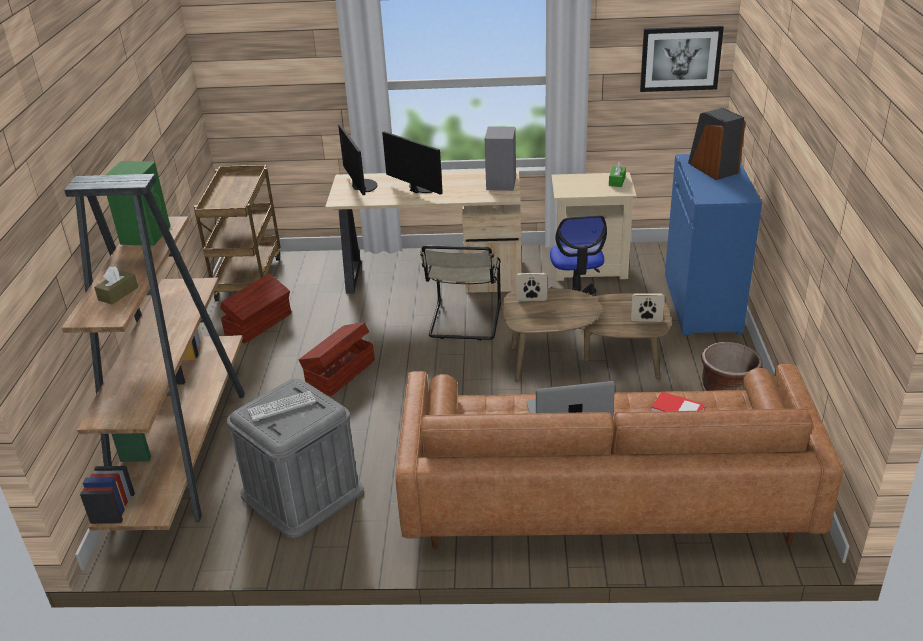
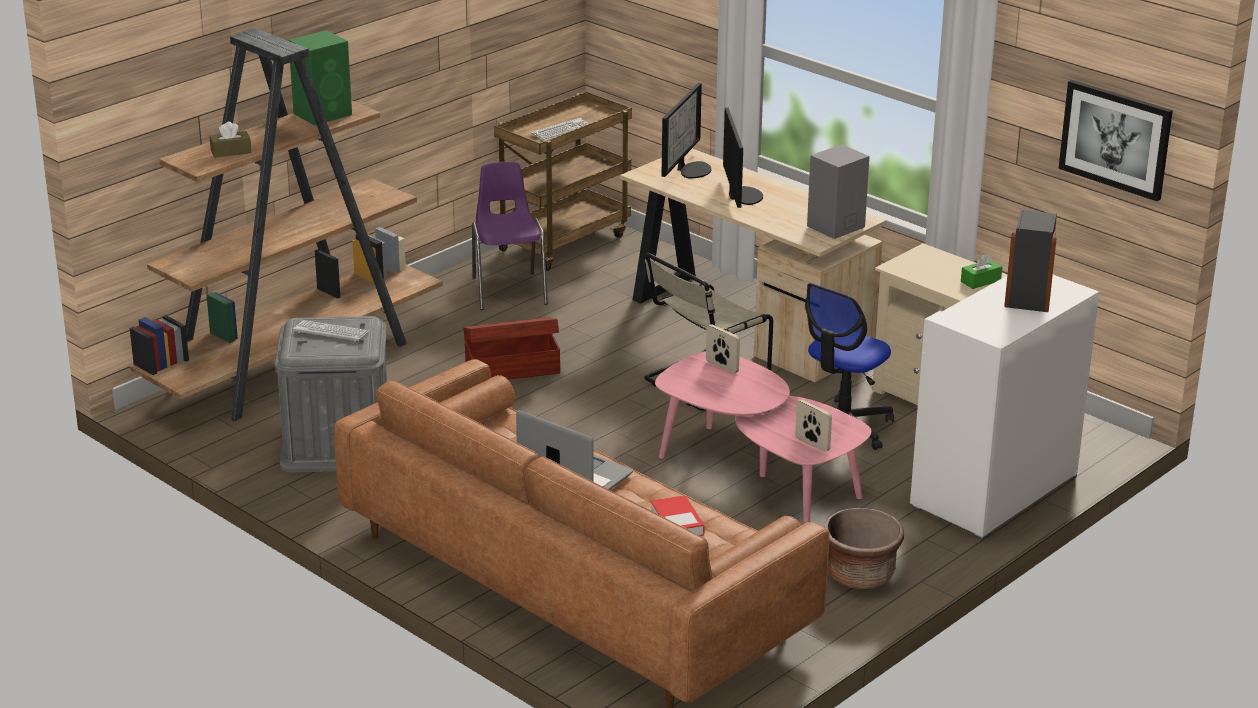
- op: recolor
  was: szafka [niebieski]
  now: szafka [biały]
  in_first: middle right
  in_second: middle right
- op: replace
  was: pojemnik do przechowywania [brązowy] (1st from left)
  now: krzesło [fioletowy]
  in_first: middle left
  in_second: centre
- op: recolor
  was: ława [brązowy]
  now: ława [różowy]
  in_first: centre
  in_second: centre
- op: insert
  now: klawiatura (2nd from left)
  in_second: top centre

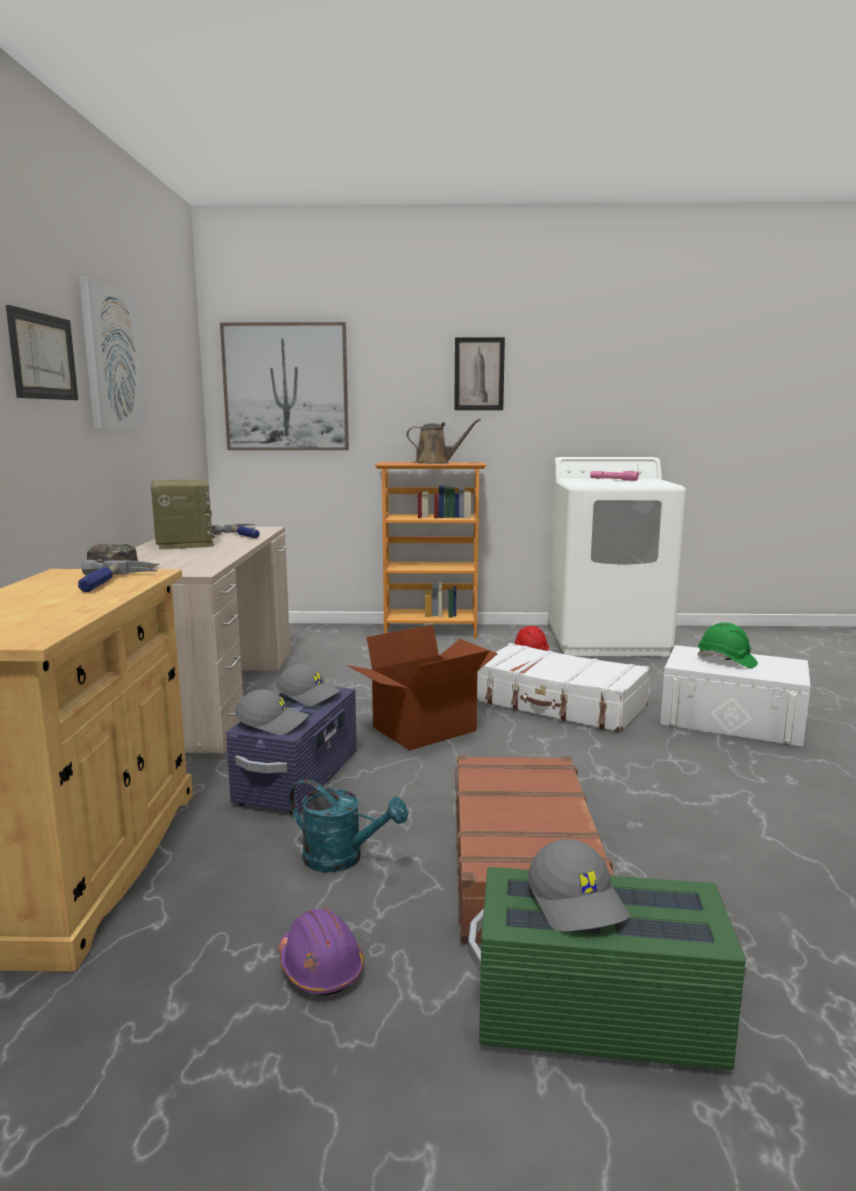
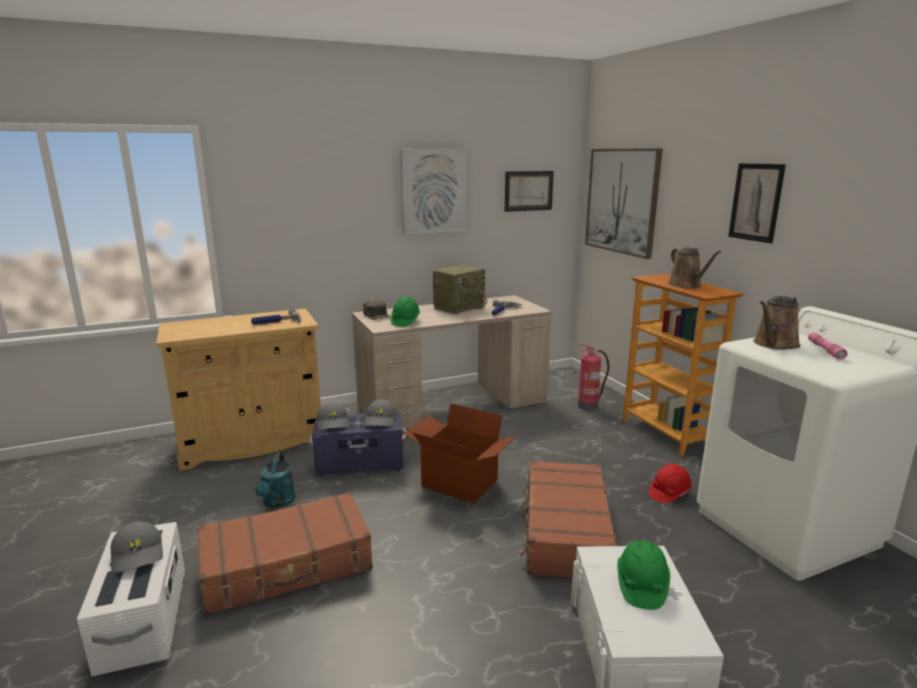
- op: move
  was: obraz (1st from left in the first image)
  now: obraz (2nd from left)
  in_first: top left
  in_second: top centre
- op: recolor
  was: walizka [biały]
  now: walizka [brązowy] (2nd from left)
  in_first: centre
  in_second: bottom centre
- op: rotate
  was: czapka z daszkiem [szary] (3rd from left in the first image)
  in_first: bottom right
  in_second: bottom left
  clockwise: -75
- op: recolor
  was: pojemnik do przechowywania [zielony]
  now: pojemnik do przechowywania [biały] (1st from left)
  in_first: bottom right
  in_second: bottom left
- op: delete
  was: kask [fioletowy]
  in_first: bottom centre
- op: insert
  now: konewka [brązowy] (2nd from left)
  in_second: middle right
- op: insert
  now: kask [zielony] (1st from left)
  in_second: centre
- op: insert
  now: gaśnica
  in_second: centre

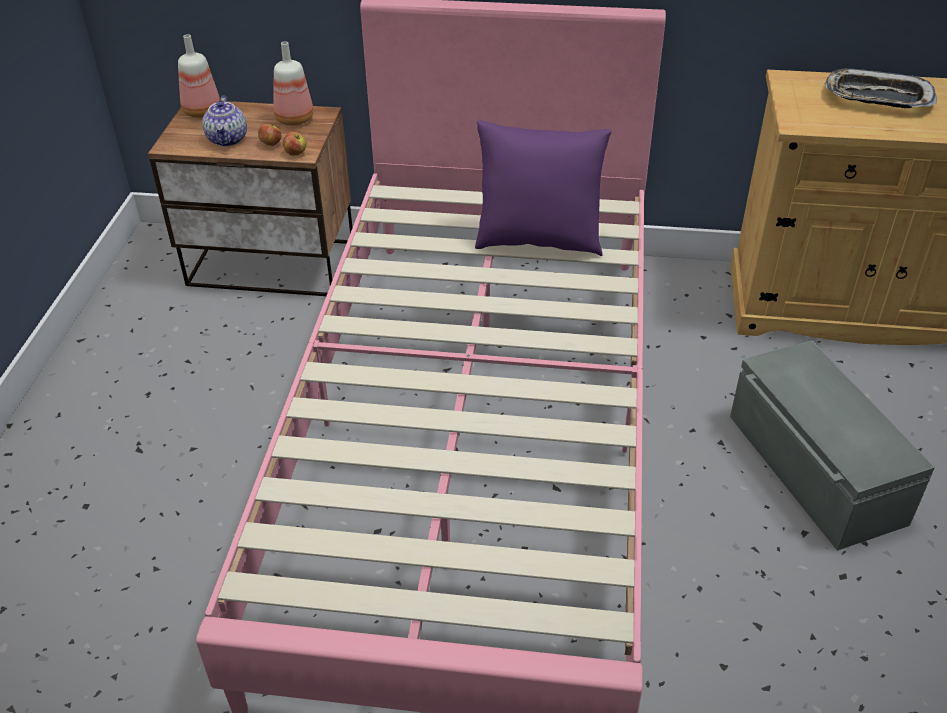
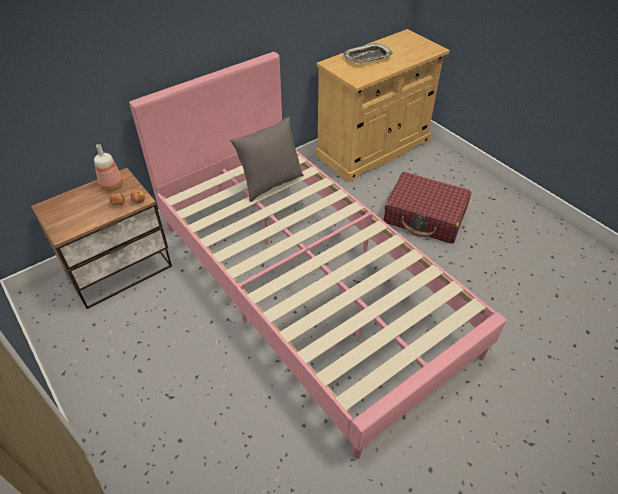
- op: delete
  was: butelka (1st from left)
  in_first: top left
- op: delete
  was: imbryk
  in_first: top left
- op: recolor
  was: poduszka [fioletowy]
  now: poduszka [szary]
  in_first: top centre
  in_second: top centre
- op: replace
  was: pojemnik do przechowywania [szary]
  now: walizka [czerwony]
  in_first: middle right
  in_second: middle right

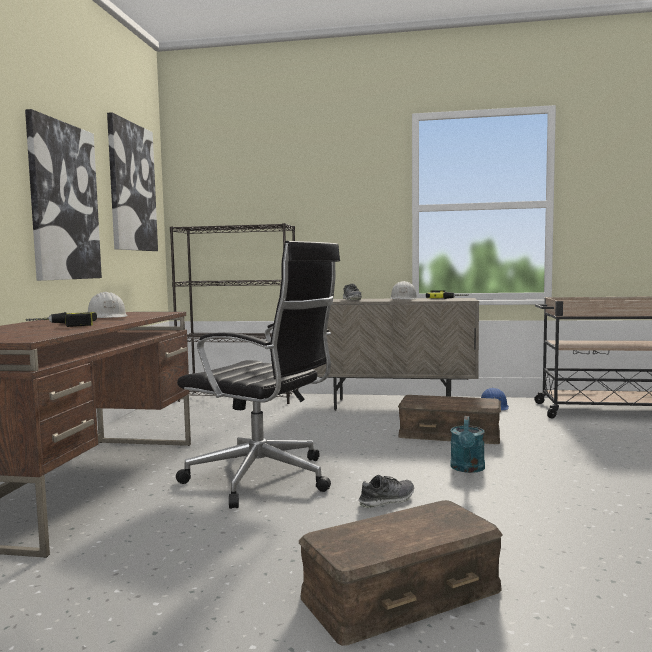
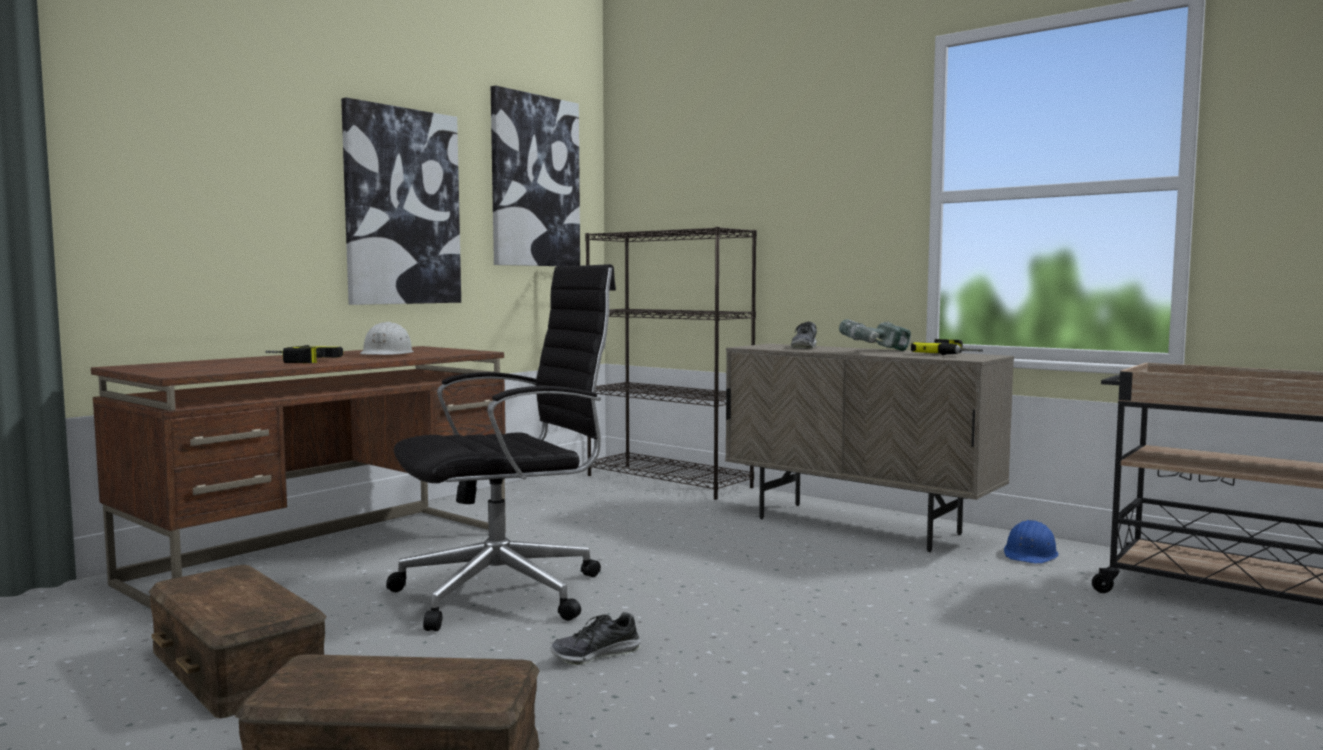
- op: rotate
  was: krzesło biurowe [czarny]
  in_first: centre
  in_second: centre
  clockwise: -90
- op: replace
  was: kask [biały] (2nd from left)
  now: wiertarka (2nd from left)
  in_first: centre
  in_second: centre
- op: move
  was: pojemnik do przechowywania [brązowy] (2nd from left in the first image)
  now: pojemnik do przechowywania [brązowy] (1st from left)
  in_first: middle right
  in_second: bottom left
- op: delete
  was: konewka [turkusowy]
  in_first: bottom right
- op: rotate
  was: but (2nd from left in the first image)
  in_first: bottom centre
  in_second: bottom centre
  clockwise: 150

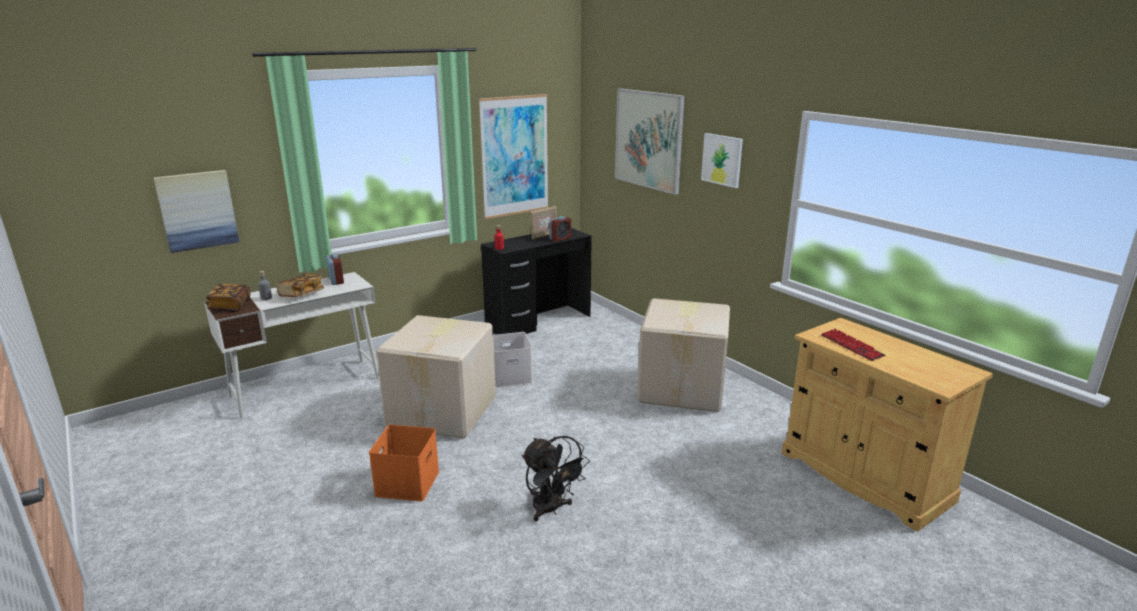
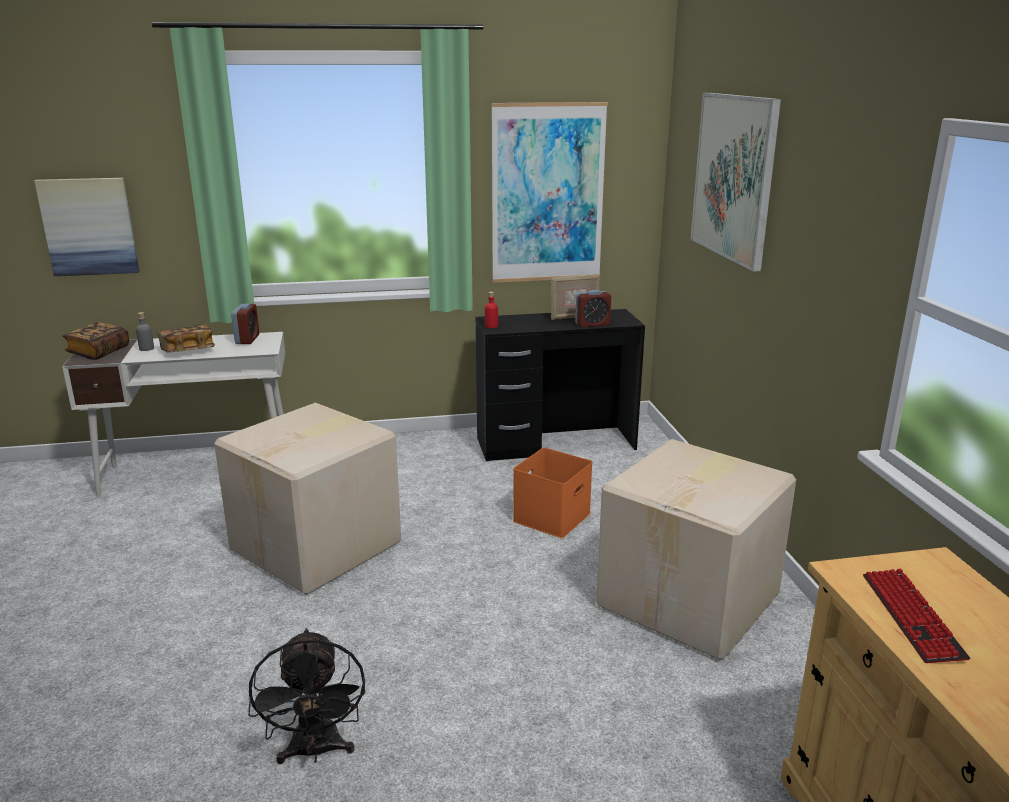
- op: delete
  was: obraz (4th from left)
  in_first: top centre
- op: delete
  was: pojemnik do przechowywania [biały]
  in_first: centre
- op: move
  was: pojemnik do przechowywania [pomarańczowy]
  in_first: bottom centre
  in_second: centre

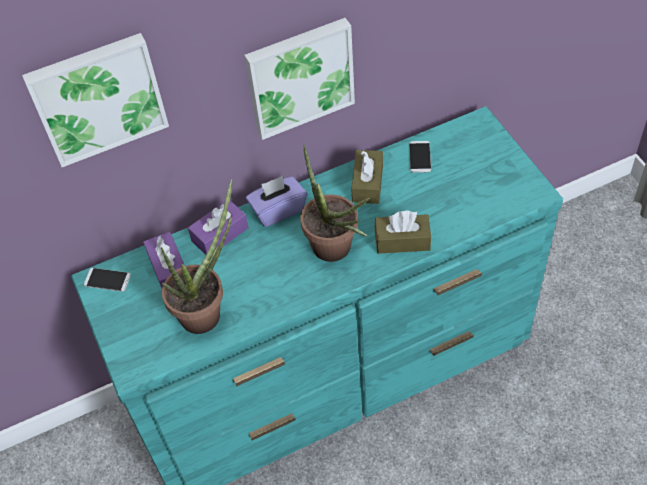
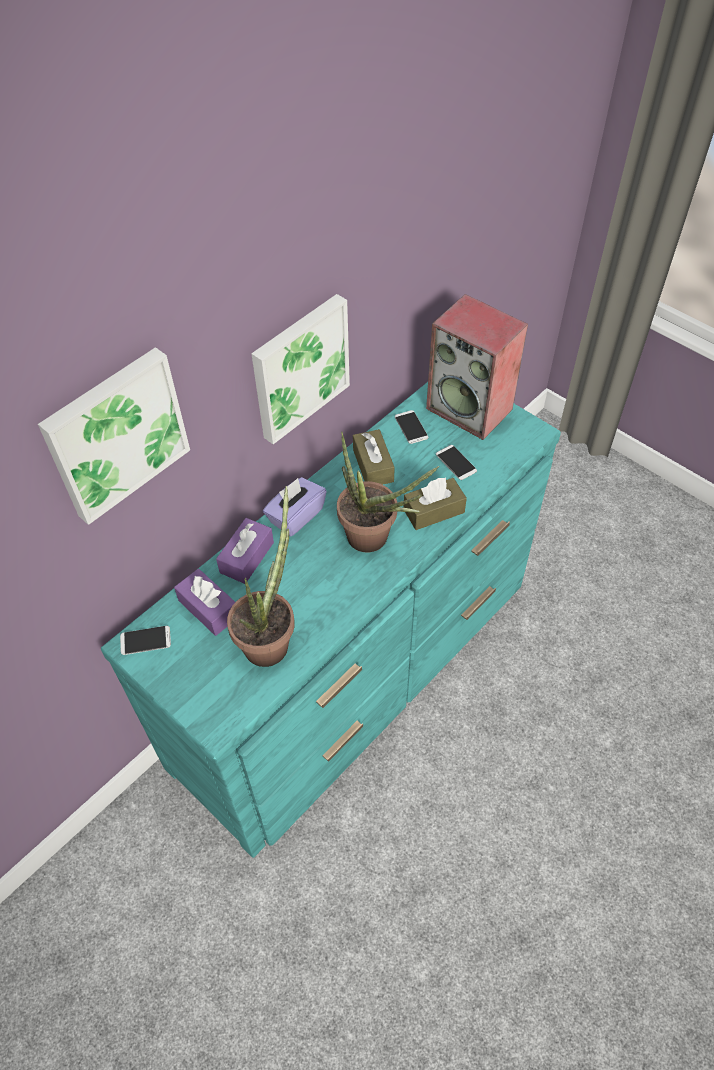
- op: insert
  now: głośnik
  in_second: middle right
- op: insert
  now: telefon (3rd from left)
  in_second: centre

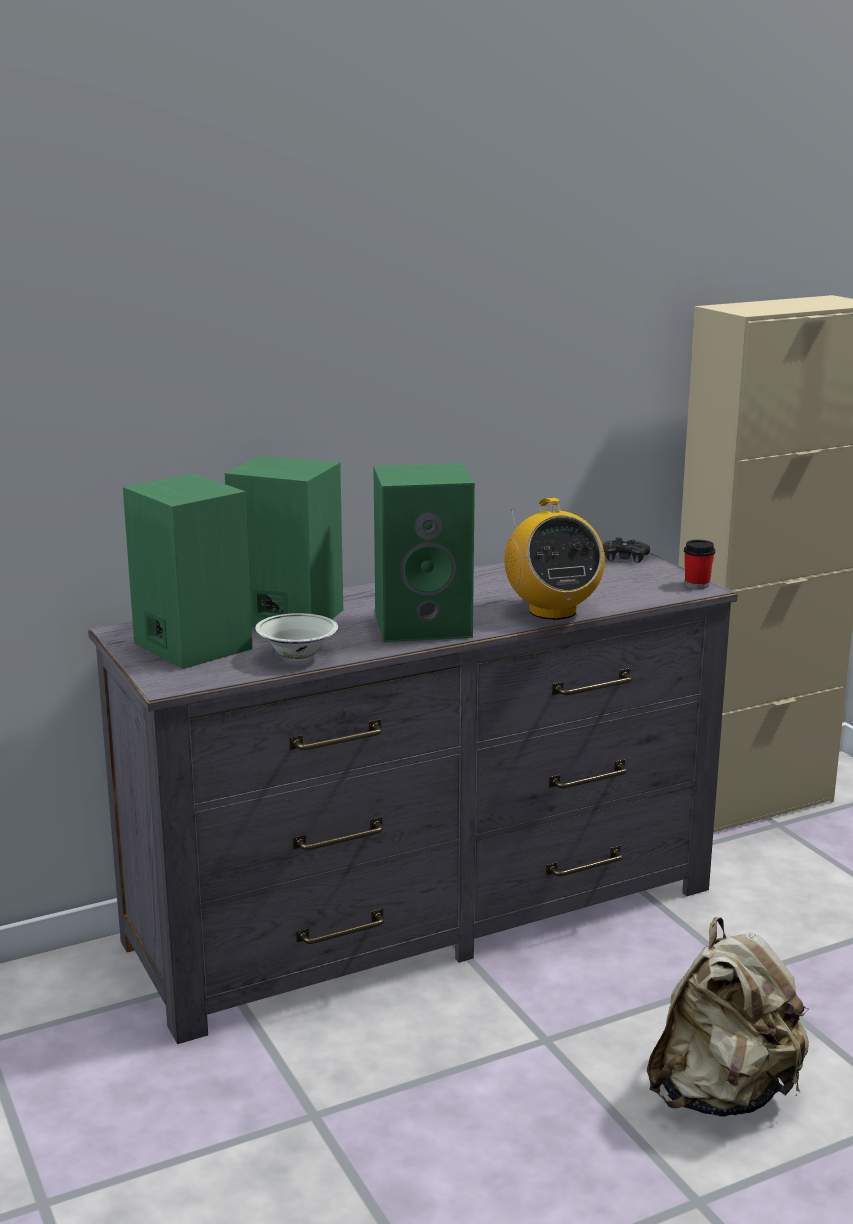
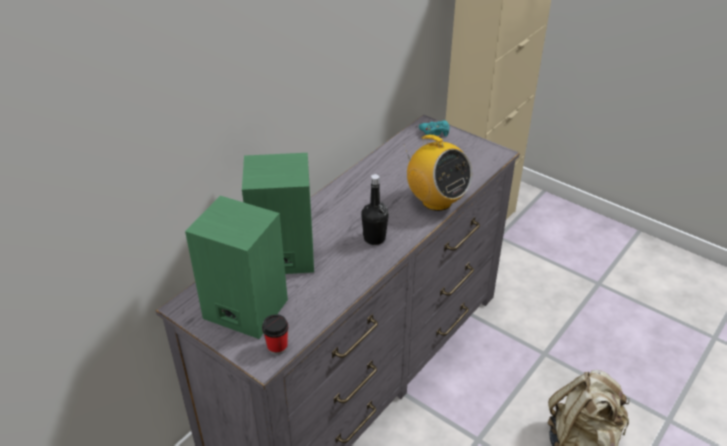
- op: replace
  was: głośnik [zielony] (3rd from left)
  now: butelka [czarny]
  in_first: centre
  in_second: centre
- op: recolor
  was: pad do gier [czarny]
  now: pad do gier [turkusowy]
  in_first: middle right
  in_second: top centre
- op: move
  was: filiżanka
  in_first: middle right
  in_second: bottom centre
- op: delete
  was: miska [biały]
  in_first: centre

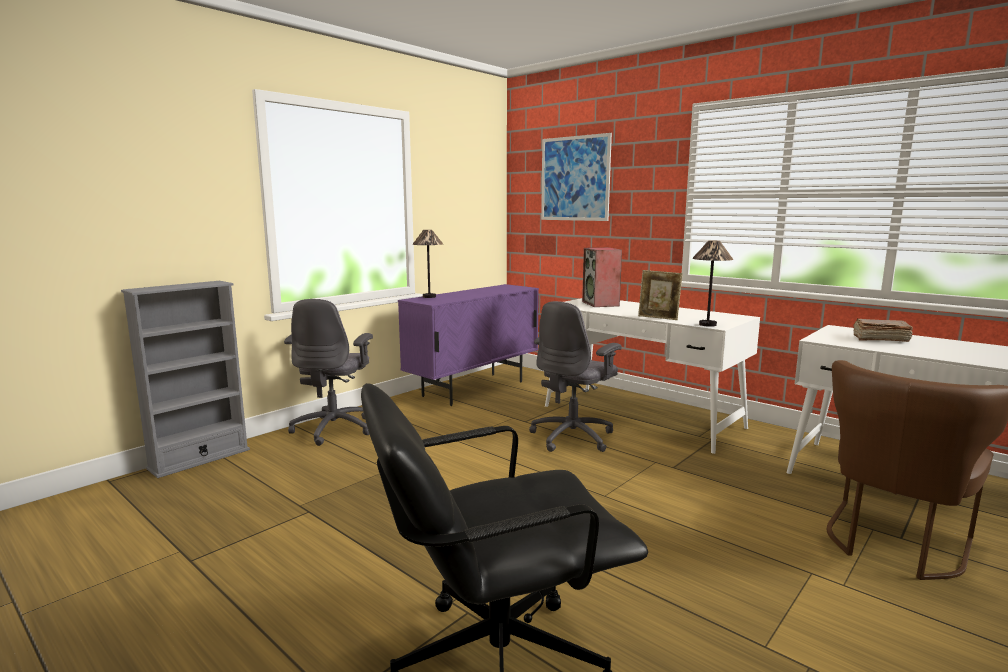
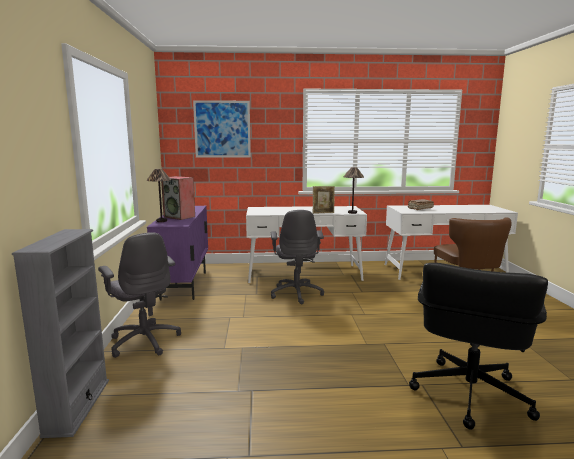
- op: move
  was: głośnik
  in_first: centre
  in_second: middle left

